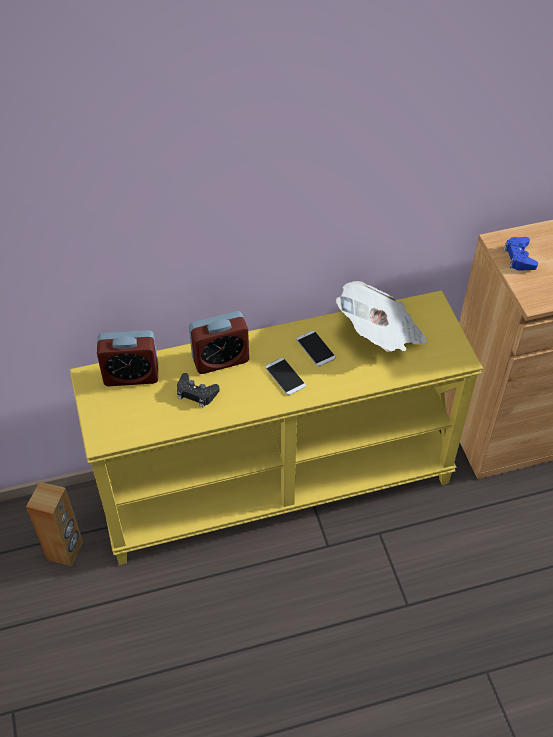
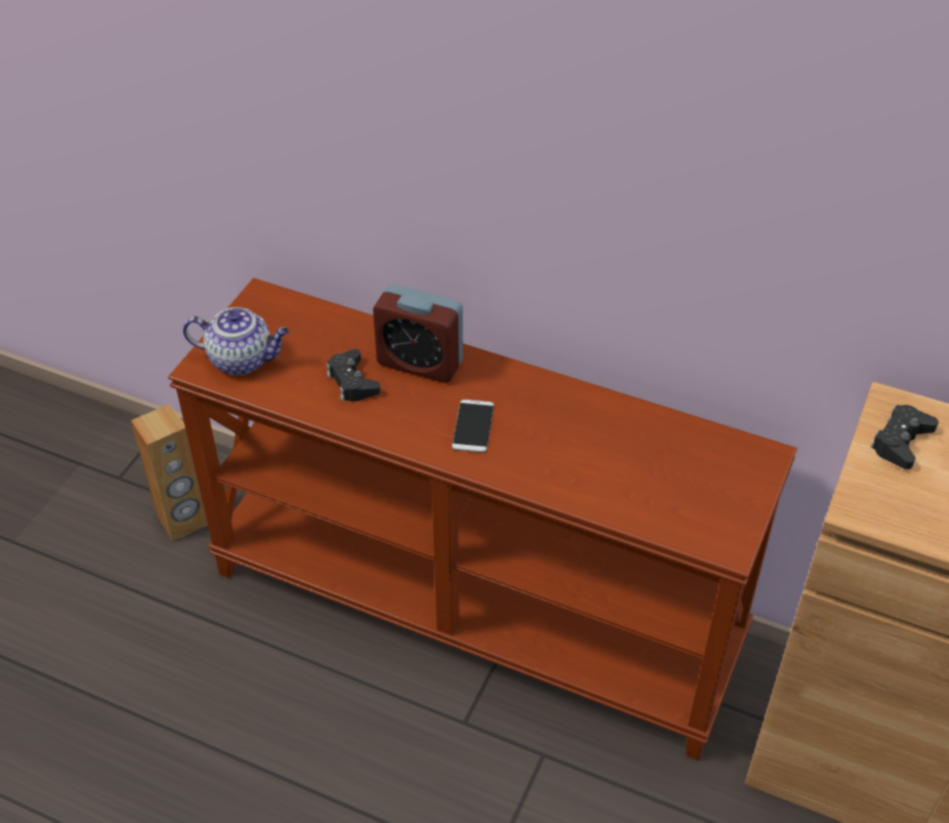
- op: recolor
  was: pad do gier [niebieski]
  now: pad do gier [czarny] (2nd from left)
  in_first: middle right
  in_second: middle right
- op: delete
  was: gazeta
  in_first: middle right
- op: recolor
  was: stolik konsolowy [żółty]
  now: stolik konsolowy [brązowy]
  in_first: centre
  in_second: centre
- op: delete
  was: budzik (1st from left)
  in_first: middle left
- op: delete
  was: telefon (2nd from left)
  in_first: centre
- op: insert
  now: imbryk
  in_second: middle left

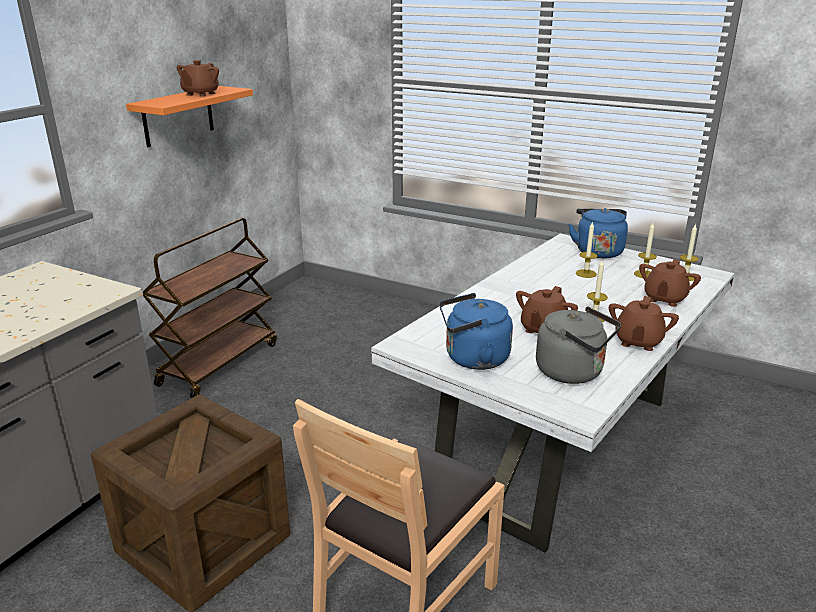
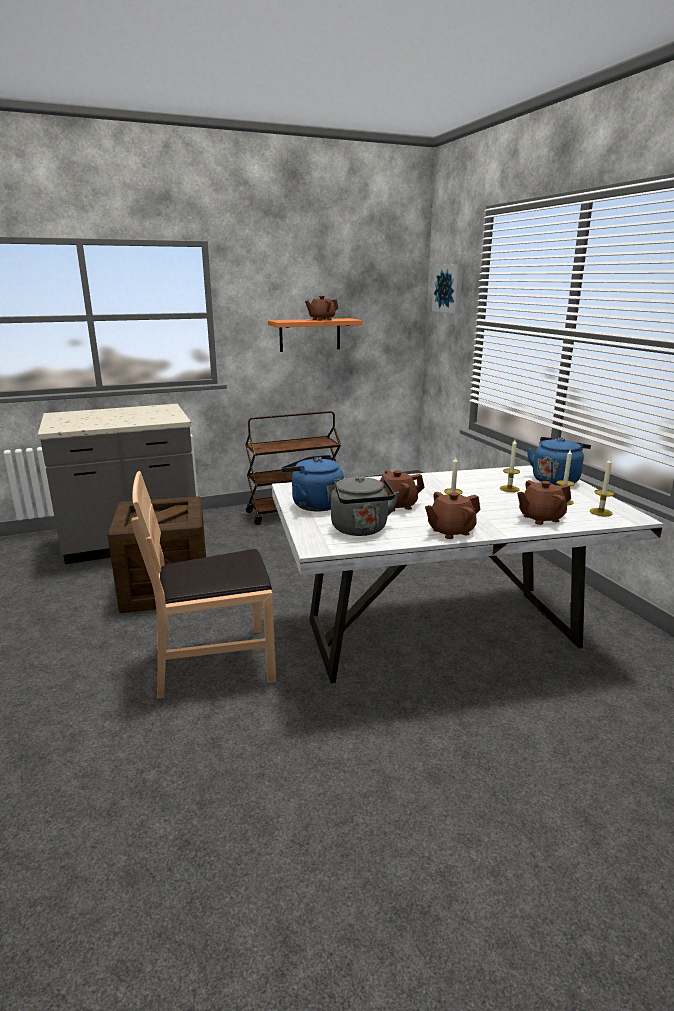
- op: insert
  now: obraz
  in_second: top centre

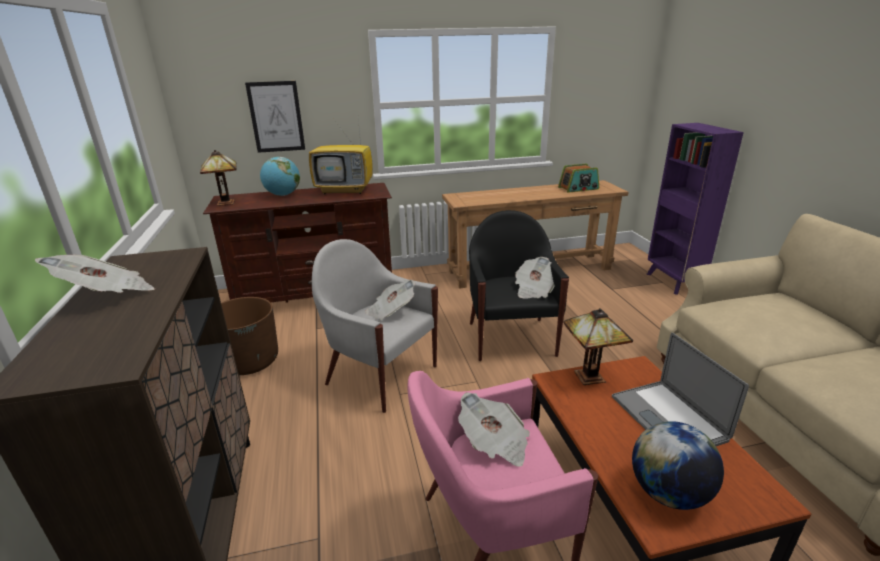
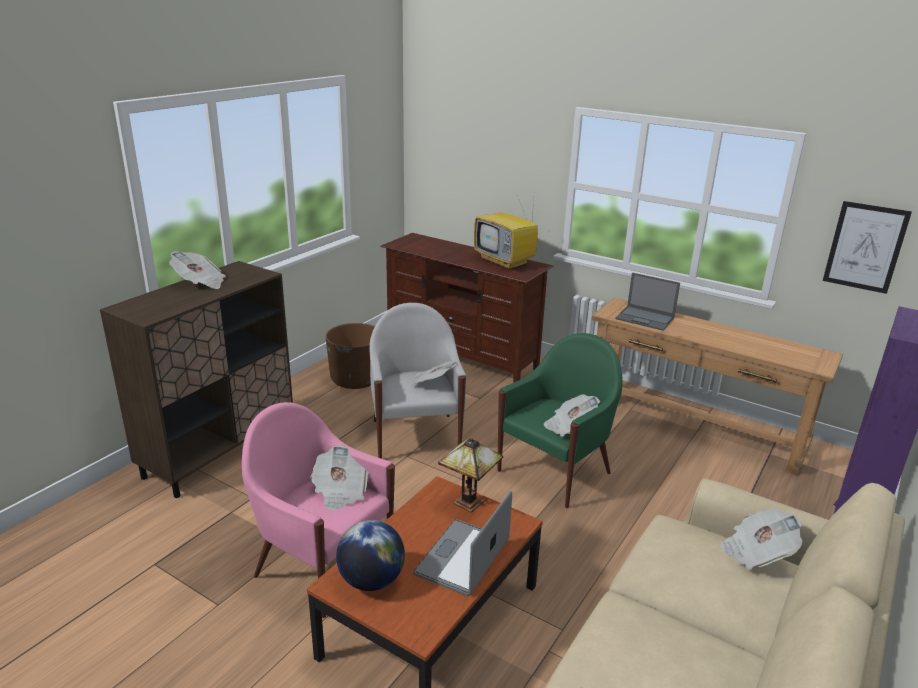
- op: move
  was: obraz
  in_first: top left
  in_second: middle right
- op: delete
  was: lampa stołowa (1st from left)
  in_first: top left
- op: delete
  was: globus (1st from left)
  in_first: top left
- op: delete
  was: radio
  in_first: top centre
- op: recolor
  was: fotel [czarny]
  now: fotel [zielony]
  in_first: centre
  in_second: centre
- op: insert
  now: laptop (2nd from left)
  in_second: middle right
- op: insert
  now: gazeta (5th from left)
  in_second: bottom right

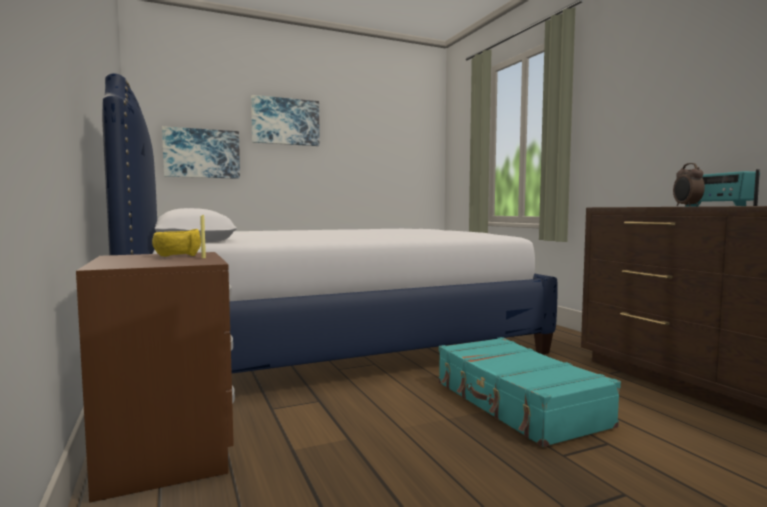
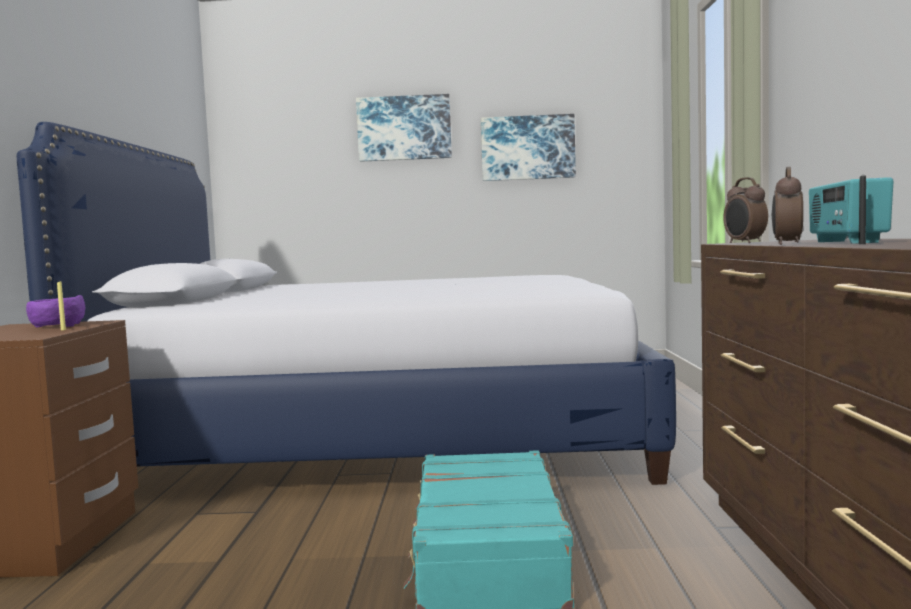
- op: move
  was: obraz (1st from left in the first image)
  now: obraz (2nd from left)
  in_first: top left
  in_second: top centre
- op: recolor
  was: miska [żółty]
  now: miska [fioletowy]
  in_first: middle left
  in_second: middle left
- op: insert
  now: budzik (1st from left)
  in_second: middle right

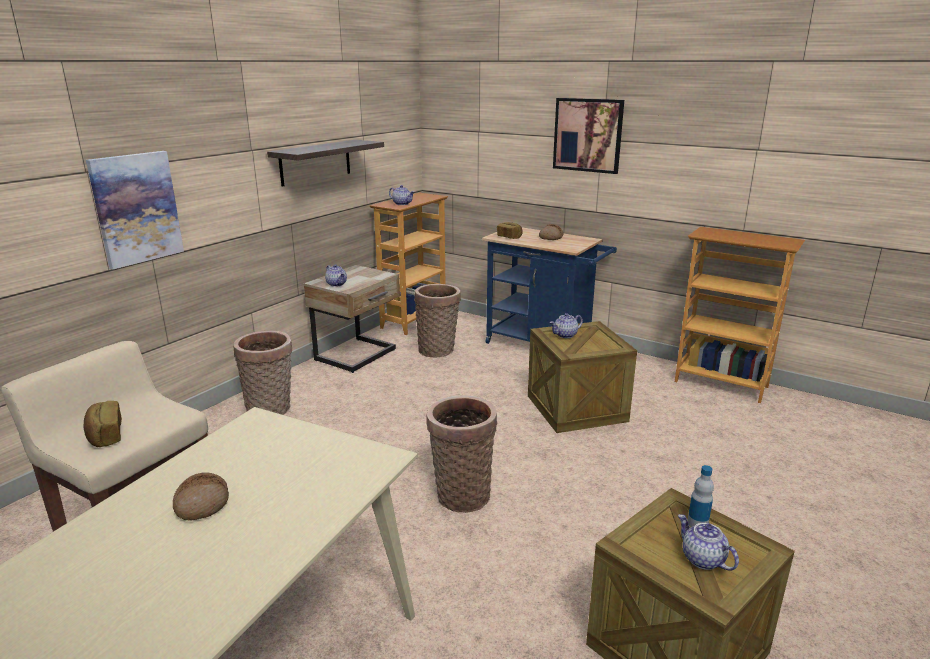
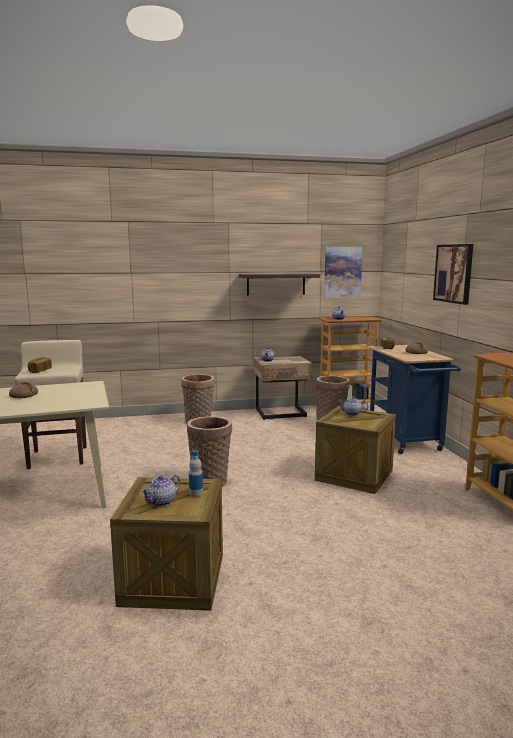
- op: move
  was: obraz (1st from left)
  in_first: top left
  in_second: middle right
- op: rotate
  was: imbryk (4th from left in the first image)
  in_first: bottom right
  in_second: middle left
  clockwise: -150

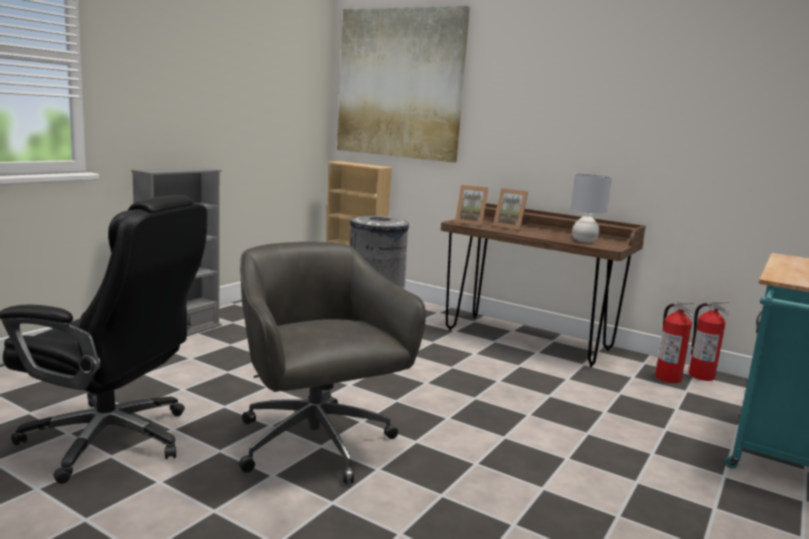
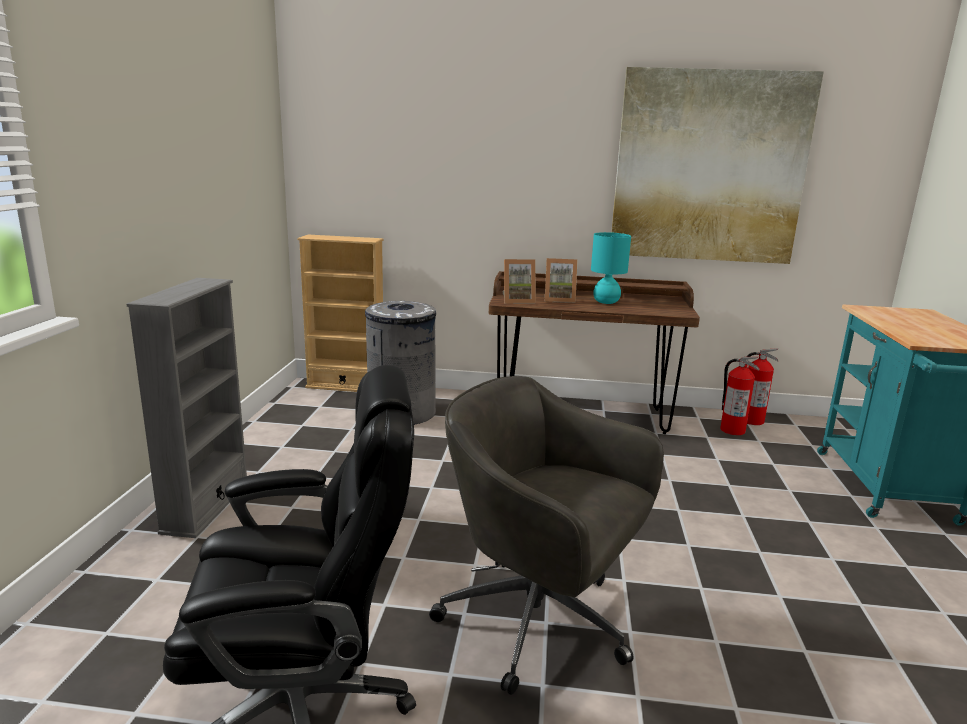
- op: move
  was: obraz
  in_first: top centre
  in_second: top right
- op: delete
  was: lampa stołowa [szary]
  in_first: middle right
- op: insert
  now: lampa stołowa [turkusowy]
  in_second: centre

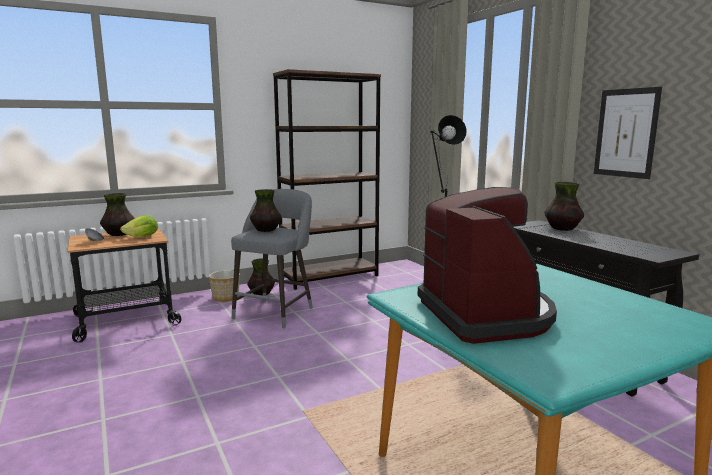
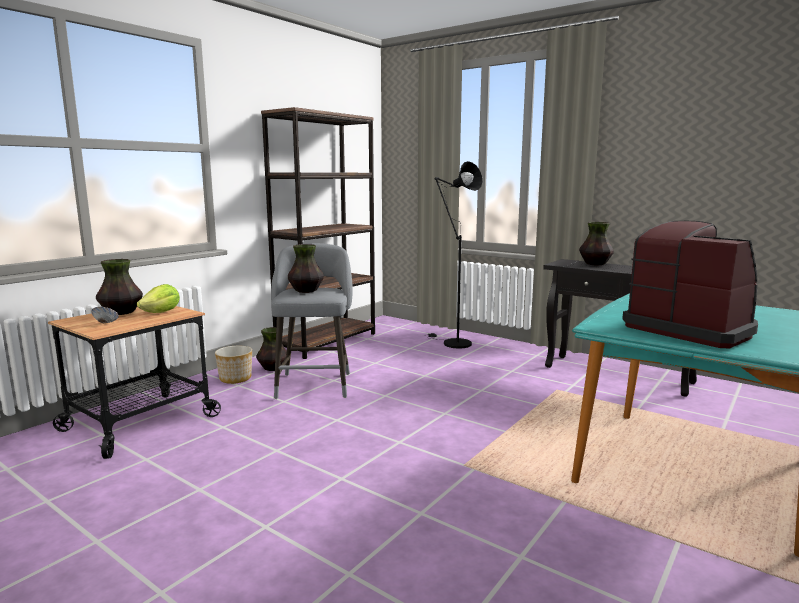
- op: delete
  was: obraz
  in_first: top right

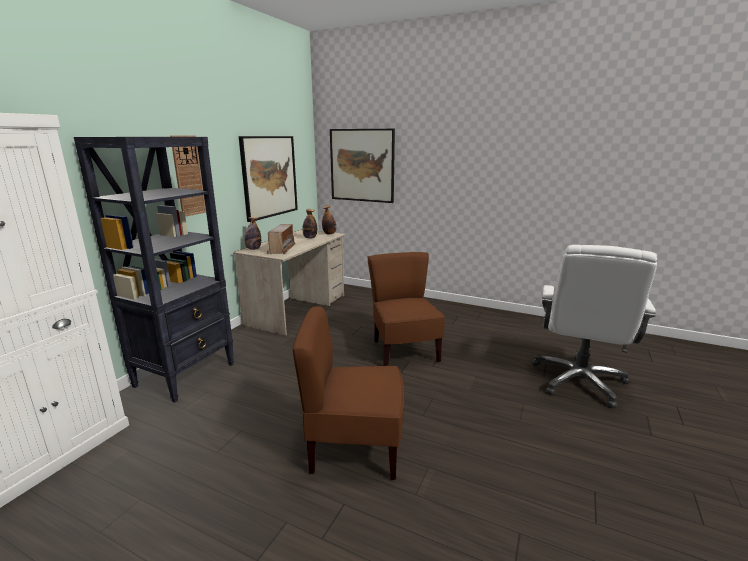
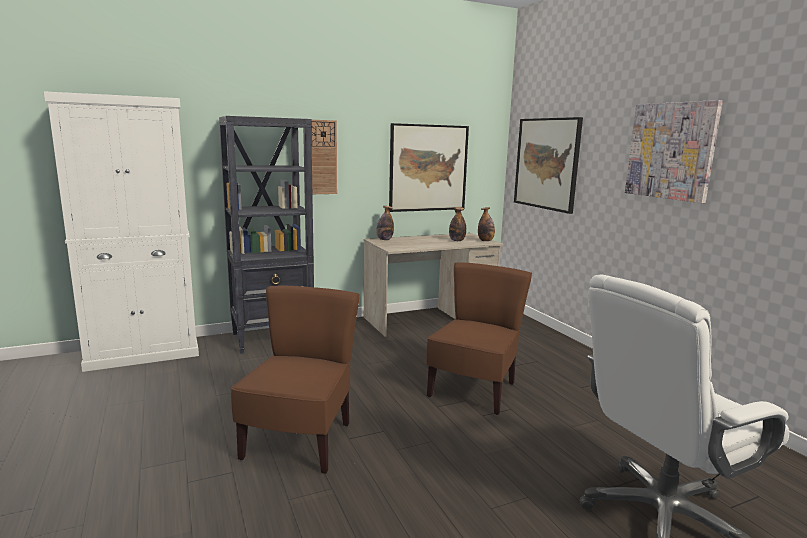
- op: delete
  was: radio
  in_first: centre
- op: rotate
  was: krzesło [brązowy] (1st from left)
  in_first: bottom centre
  in_second: bottom centre
  clockwise: 60
- op: insert
  now: obraz (3rd from left)
  in_second: top right

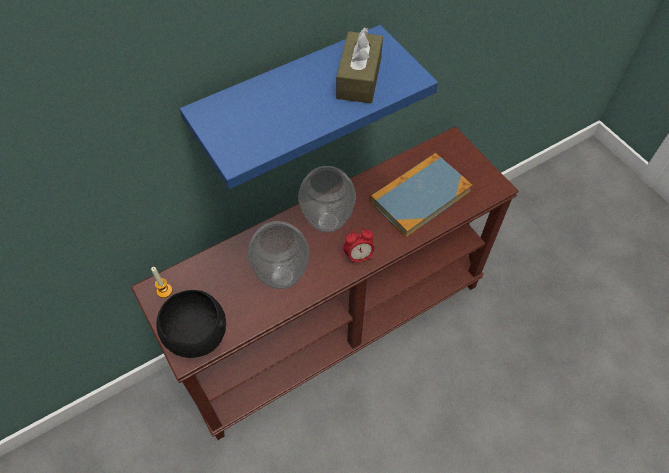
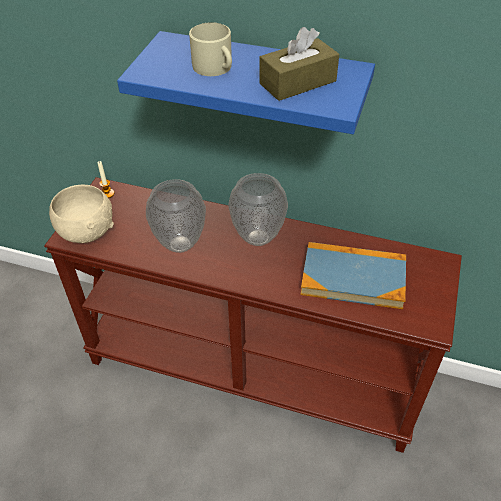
- op: delete
  was: budzik
  in_first: centre
- op: recolor
  was: miska [czarny]
  now: miska [beżowy]
  in_first: bottom left
  in_second: middle left
- op: insert
  now: kubek [beżowy]
  in_second: top centre

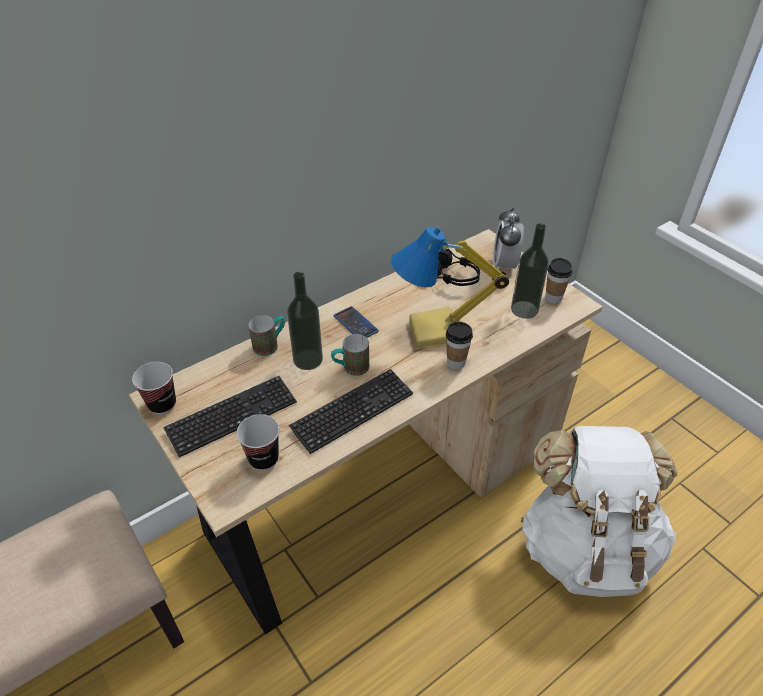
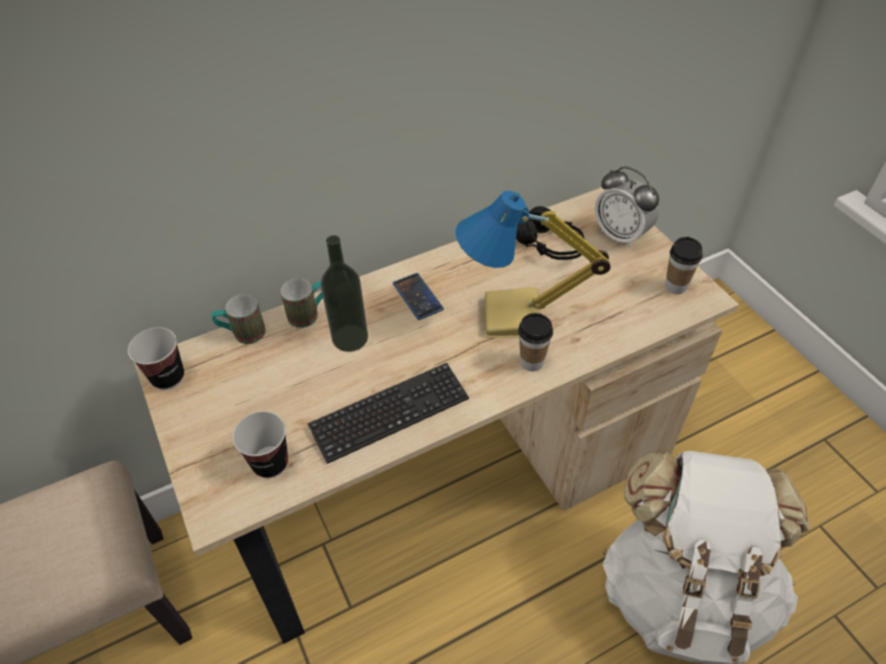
- op: rotate
  was: budzik
  in_first: centre
  in_second: top right
  clockwise: -60
- op: delete
  was: butelka (2nd from left)
  in_first: middle right
- op: move
  was: kubek (2nd from left in the first image)
  now: kubek (1st from left)
  in_first: centre
  in_second: middle left
- op: delete
  was: klawiatura (1st from left)
  in_first: middle left

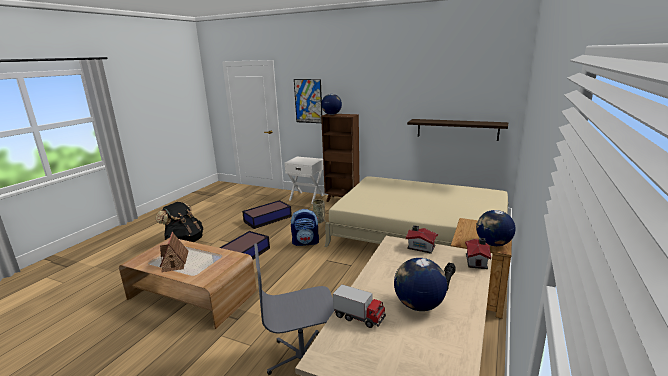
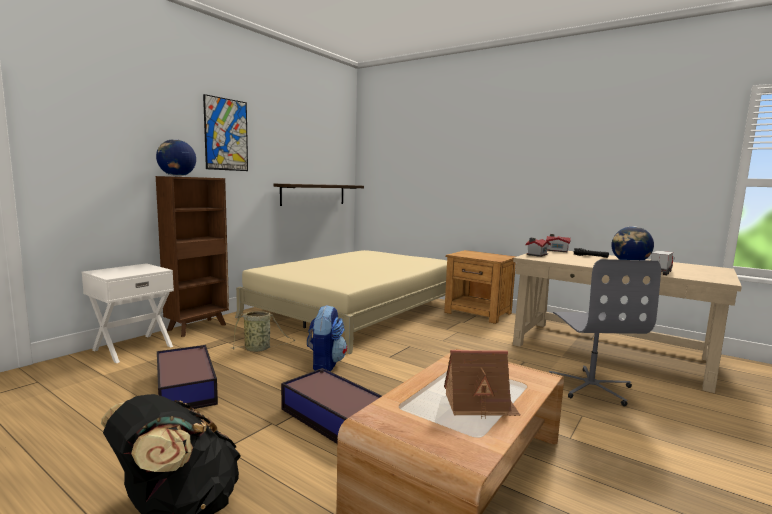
- op: move
  was: obraz
  in_first: top centre
  in_second: top left
- op: delete
  was: globus (3rd from left)
  in_first: middle right

